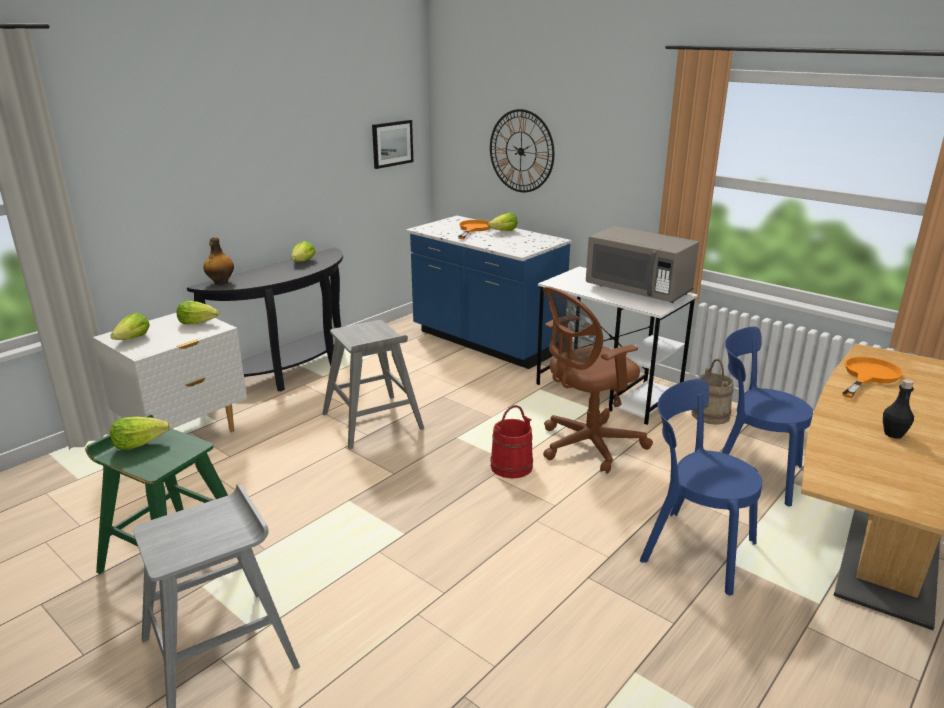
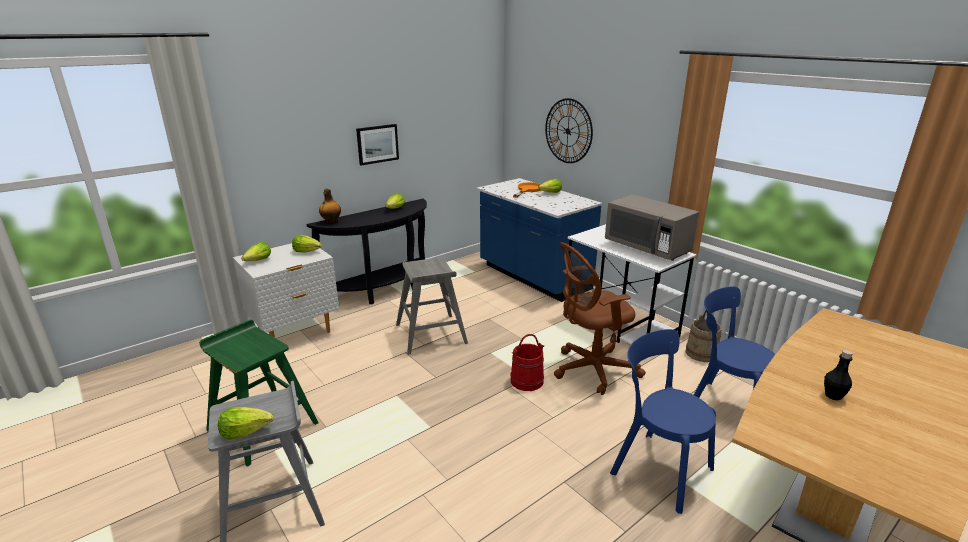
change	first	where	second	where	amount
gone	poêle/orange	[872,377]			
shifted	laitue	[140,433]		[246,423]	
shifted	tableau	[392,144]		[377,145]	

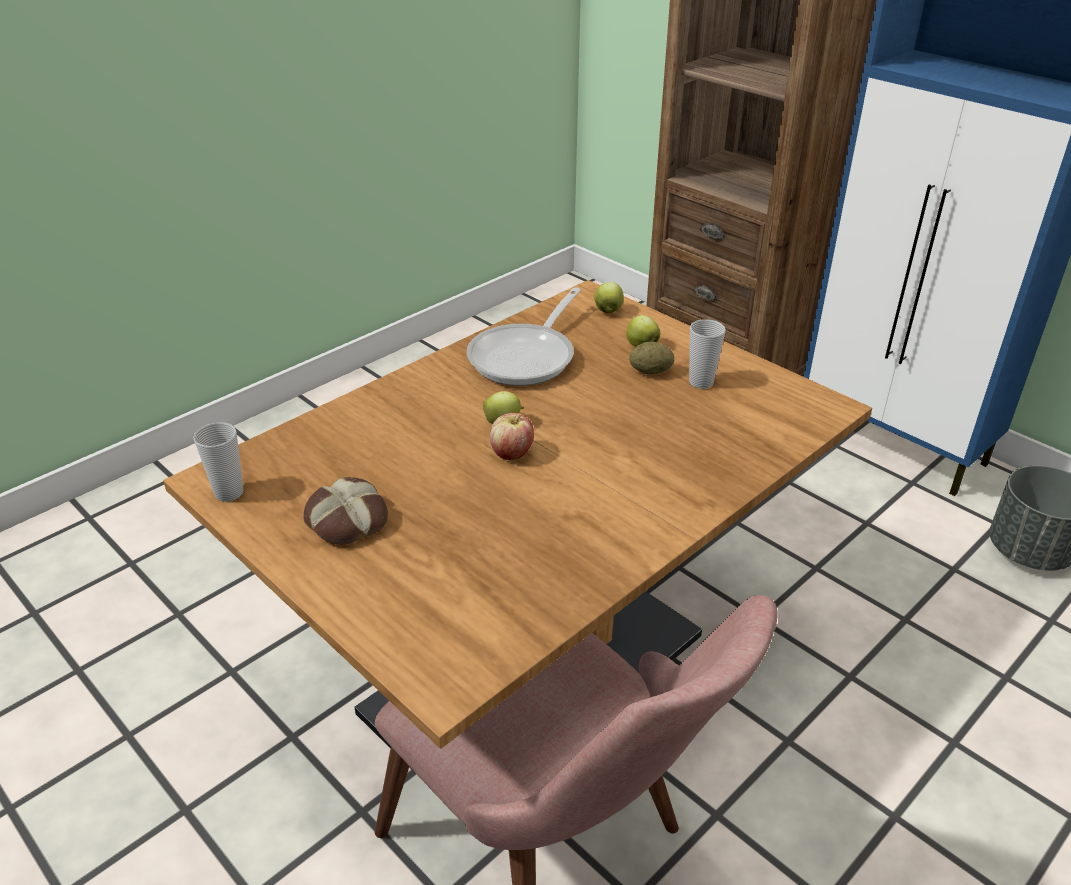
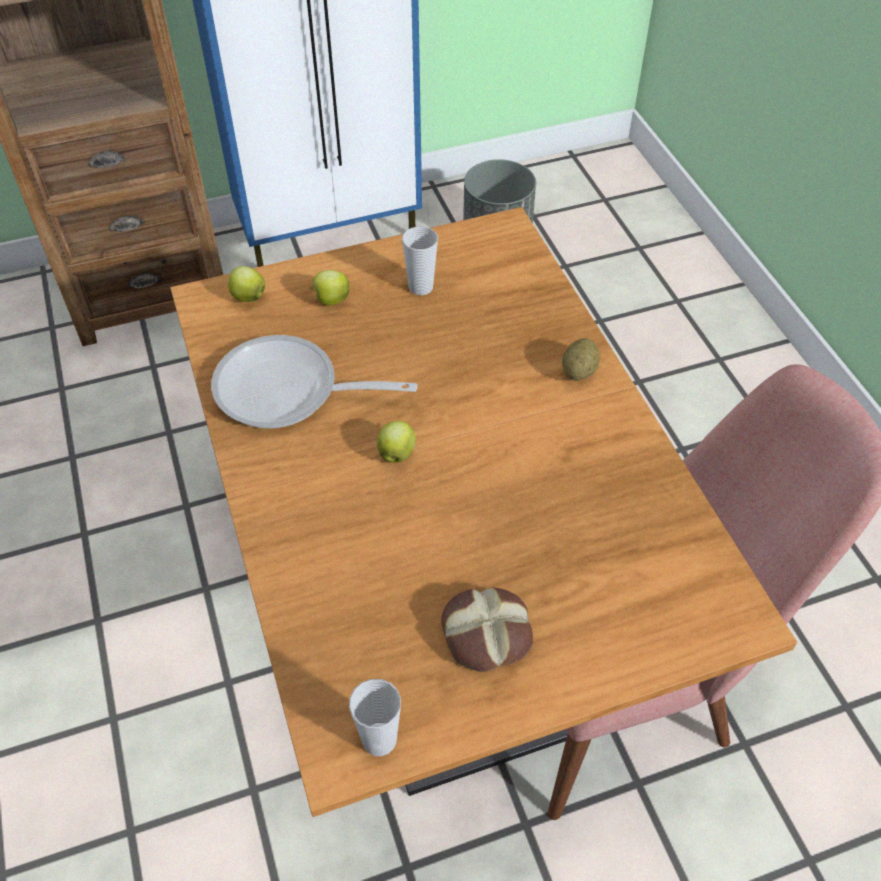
change	first	where	second	where	amount
gone	pomme	[512,436]			
shifted	pomme de terre	[651,358]		[581,359]	
rotated	poêle	[524,337]		[314,382]	135 degrees clockwise

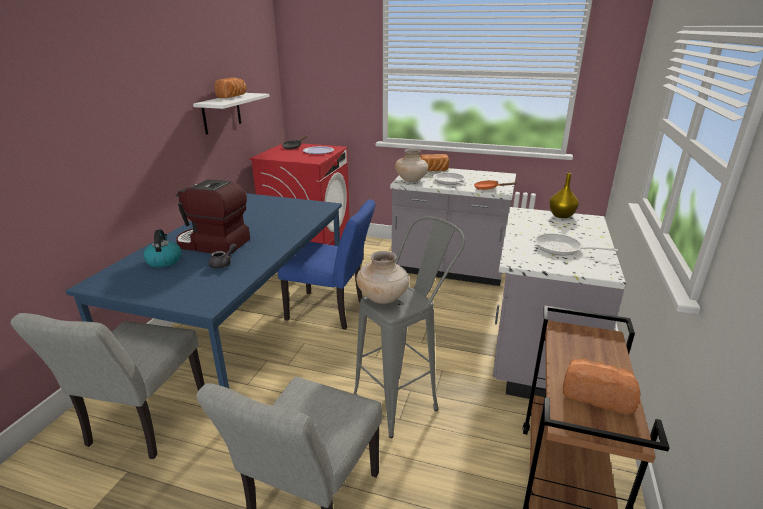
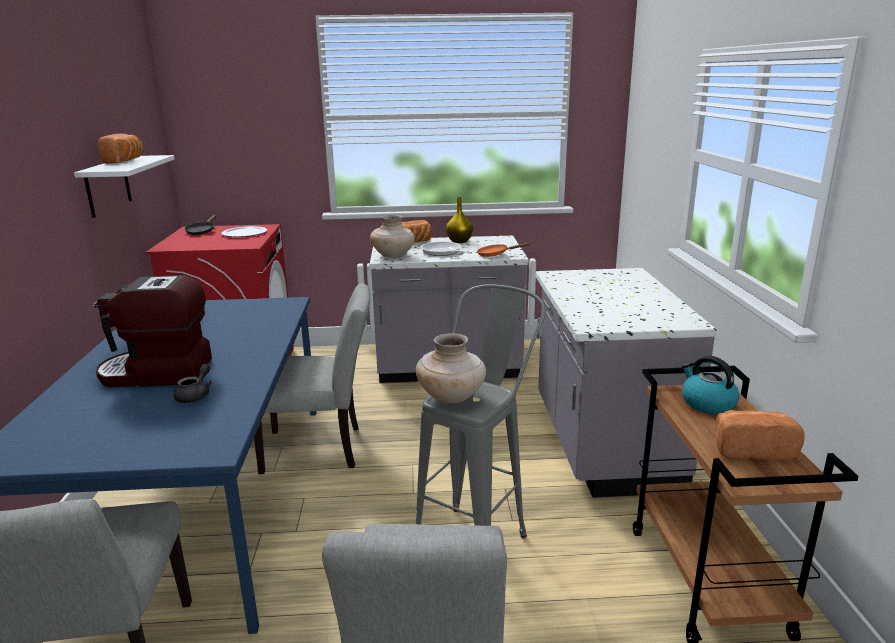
change	first	where	second	where	amount
gone	poêle	[576,244]			
shifted	bouilloire	[162,248]		[711,385]	
shifted	vase/jaune	[564,195]		[459,220]	
repainted	chaise/bleu	[326,265]	chaise/gris	[312,379]	

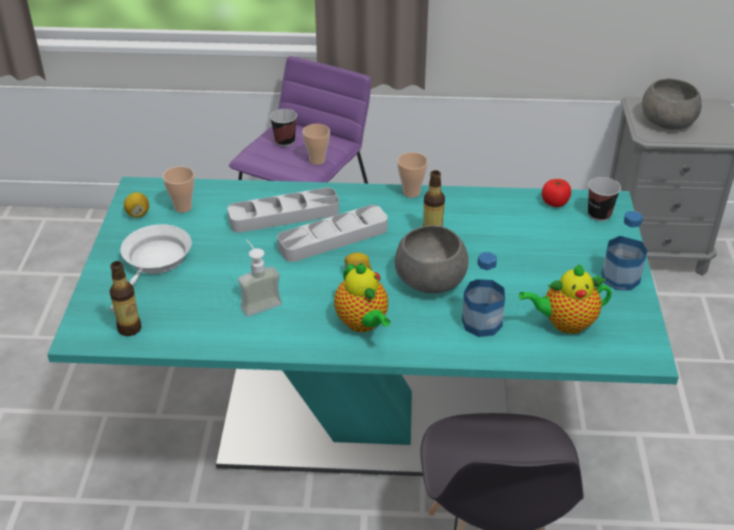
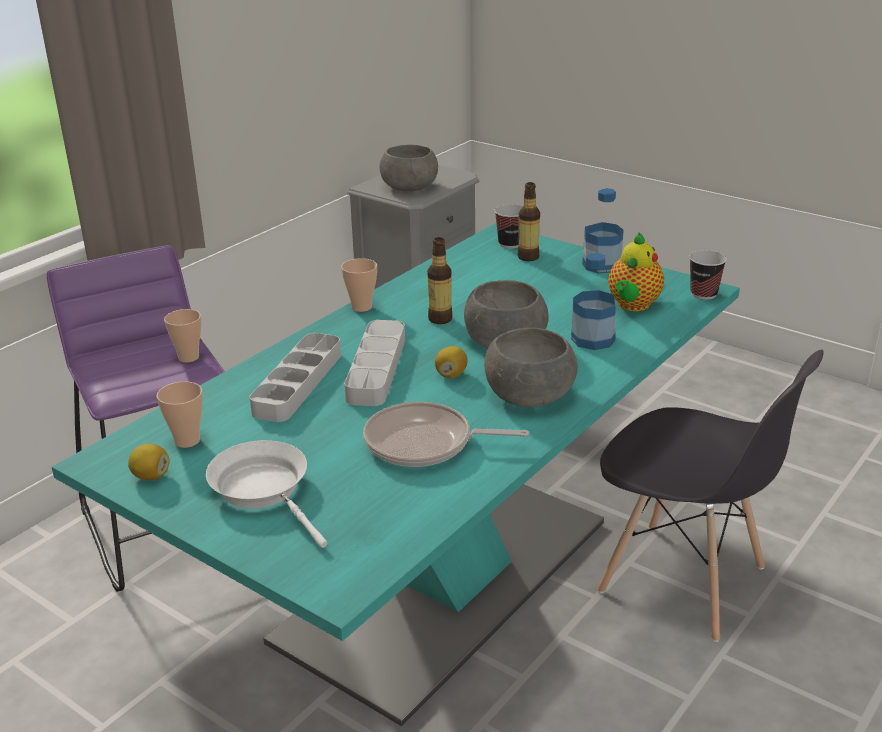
change	first	where	second	where	amount
gone	tomate	[556,193]			
shifted	bouteille	[125,298]		[529,221]	
shifted	tasse	[283,128]		[708,275]	
swapped	distributeur de savon	[260,278]	poêle	[446,434]	
swapped	théière	[362,297]	bol/gris	[531,367]	

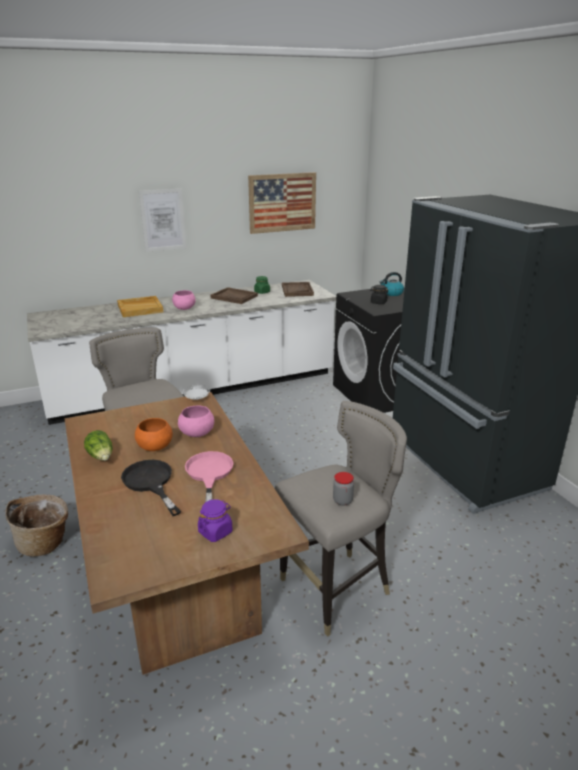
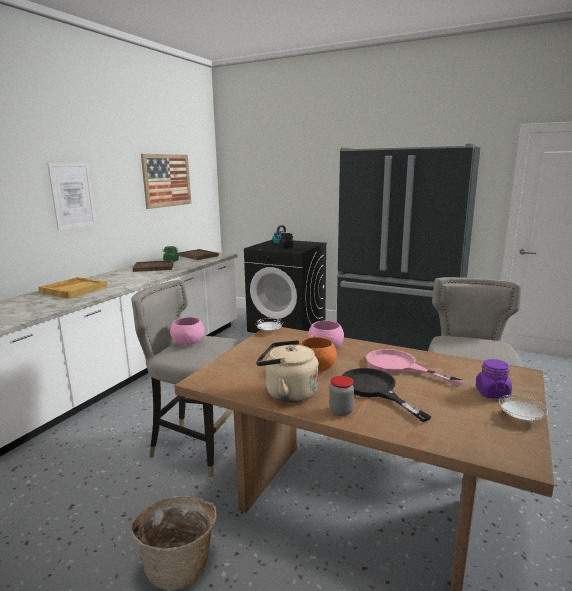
change	first	where	second	where	amount
new			assiette/blanc	[523,408]	
shifted	bol/rose	[184,300]		[187,331]	
shifted	bocal	[343,489]		[341,396]	
swapped	laitue	[98,445]	bouilloire/beige	[287,371]	
rotated	poêle/noir	[151,488]		[387,395]	45 degrees clockwise

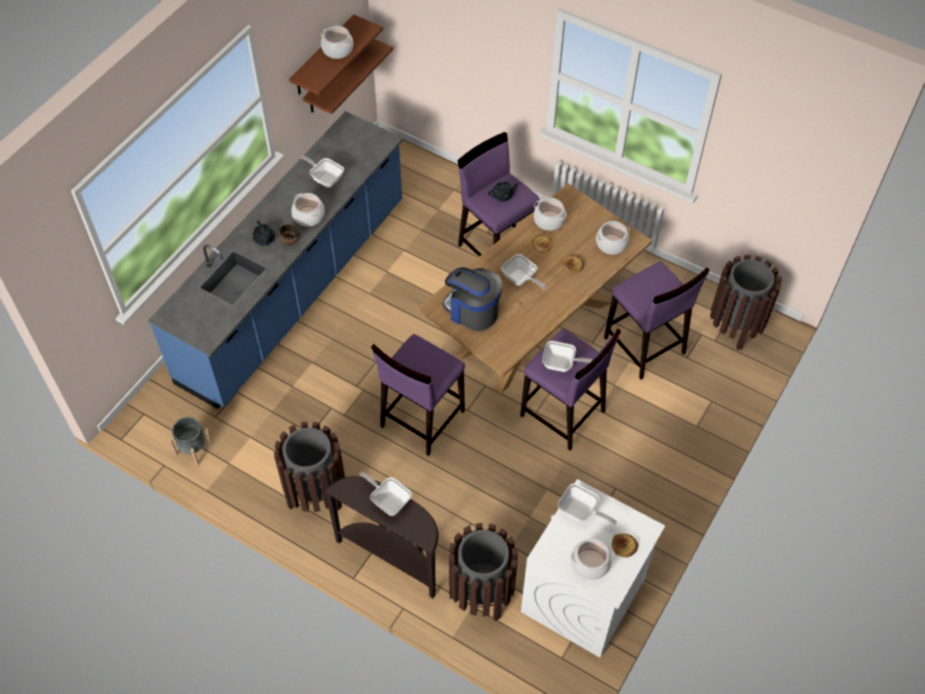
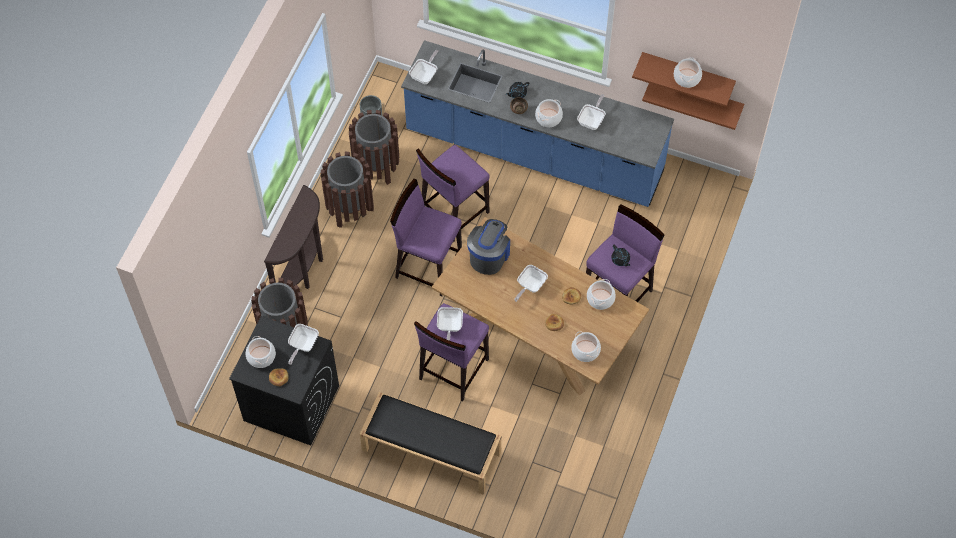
change	first	where	second	where	amount
new			banc/noir	[431,443]	
shifted	poêle	[385,493]		[424,67]	
shifted	tabouret/violet	[657,321]		[453,193]	
shifted	poubelle/marron	[746,302]		[374,147]	
repainted	lave-linge/blanc	[593,568]	lave-linge/noir	[284,380]	

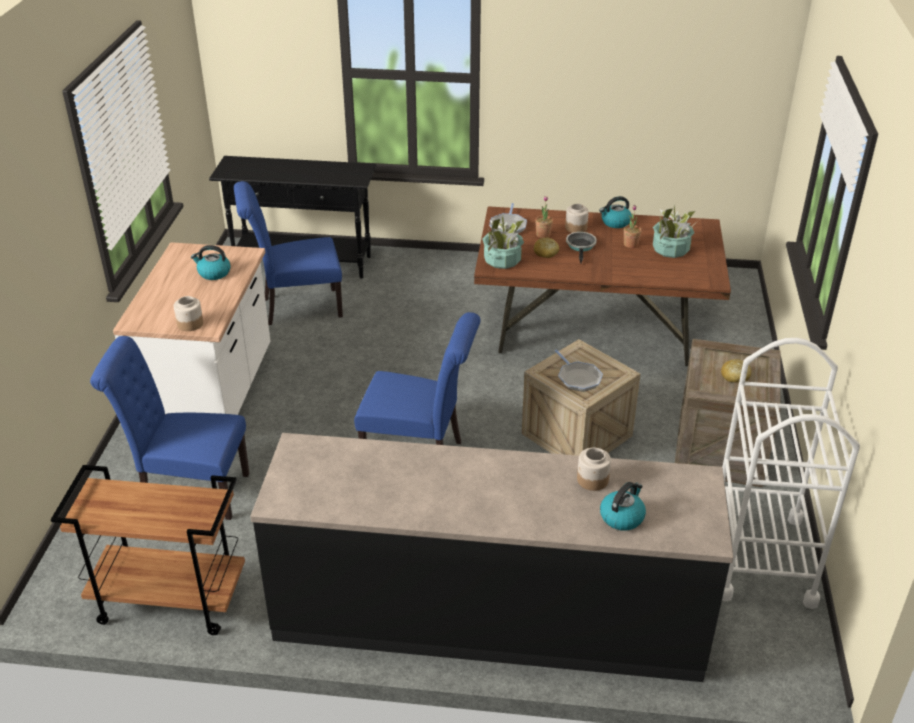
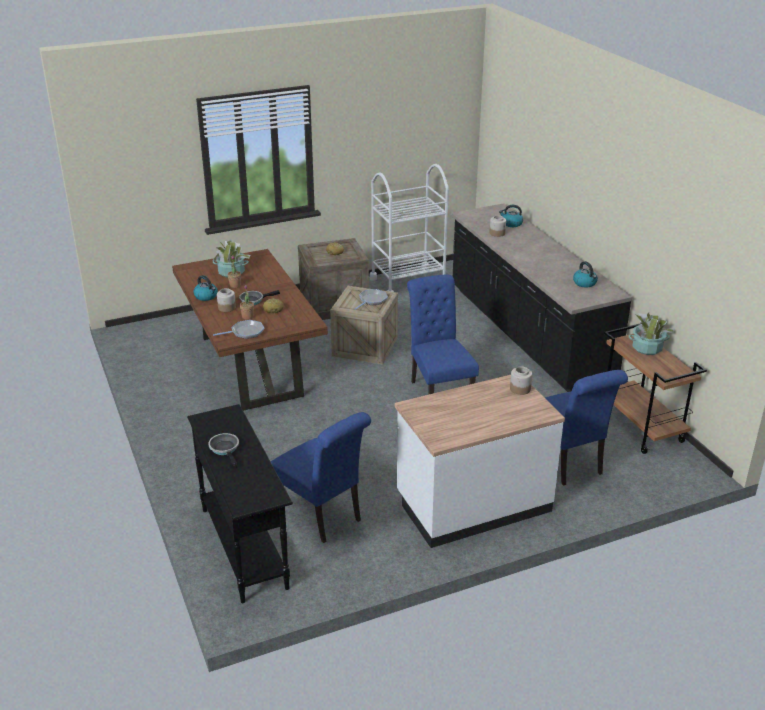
change	first	where	second	where	amount
new			poêle	[223,450]	
shifted	bouilloire	[211,262]		[585,274]	
shifted	plante en pot	[503,242]		[651,334]	

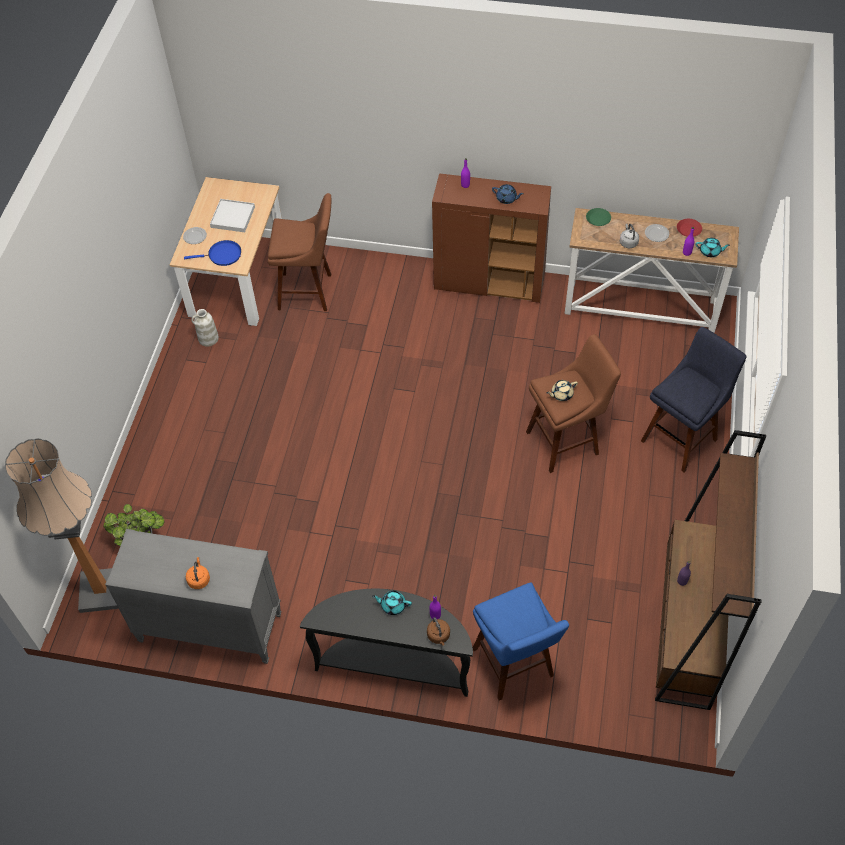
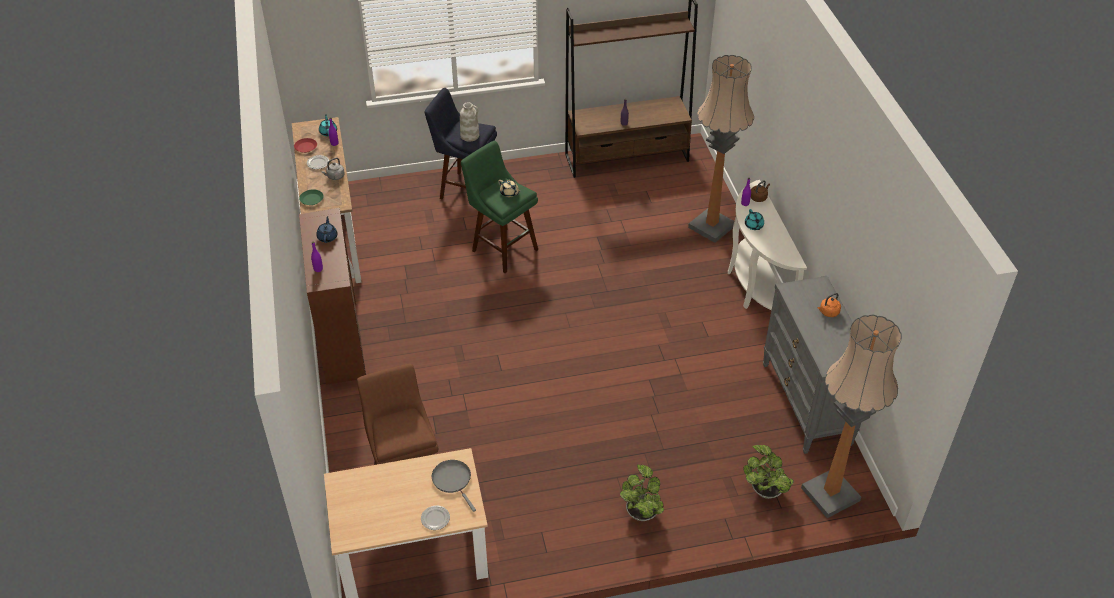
change	first	where	second	where	amount
gone	plateau/blanc	[232,215]			
new			plante en pot	[642,493]	
shifted	vase/blanc	[205,327]		[469,121]	
swapped	tabouret/bleu	[521,642]	lampadaire	[721,149]	
repainted	poêle/bleu	[212,253]	poêle/gris	[454,486]	
repainted	table console/noir	[386,643]	table console/blanc	[767,245]	
repainted	tabouret/marron	[573,403]	tabouret/vert	[499,207]	

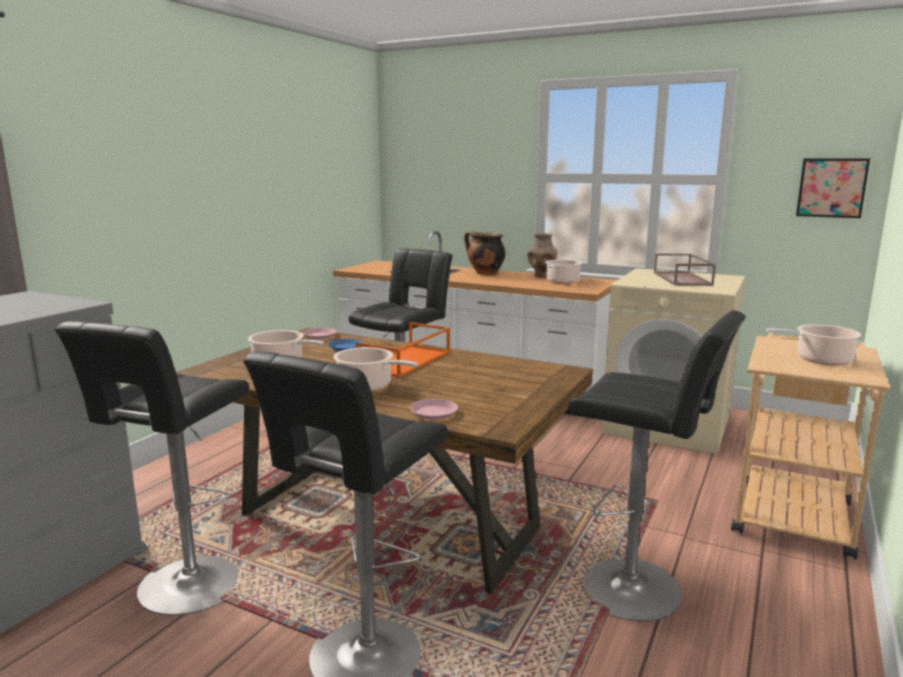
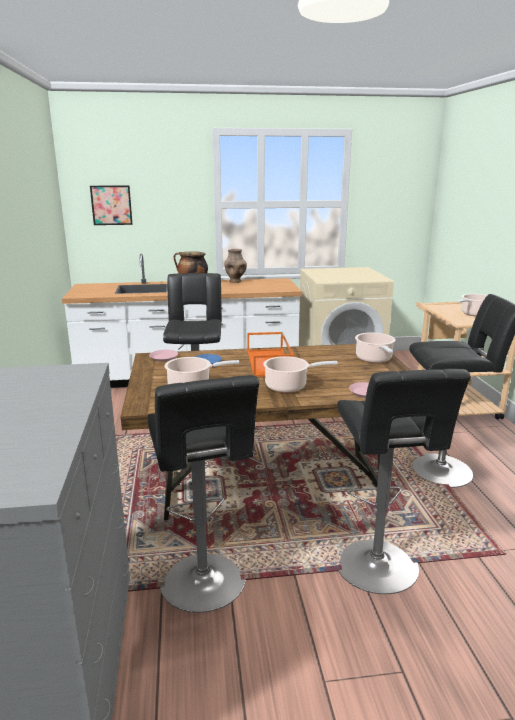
change	first	where	second	where	amount
gone	plateau/marron	[685,270]			
shifted	marmite	[563,272]		[375,348]	
shifted	tableau	[833,188]		[111,205]	

